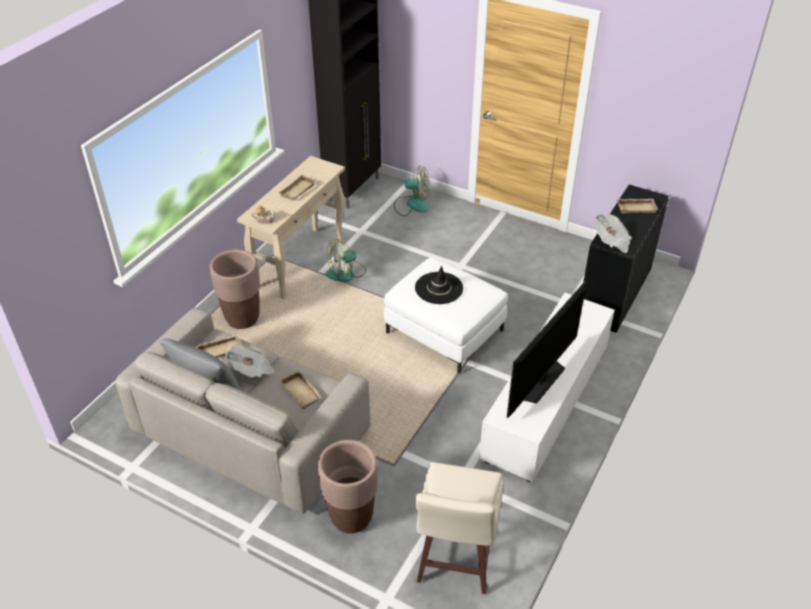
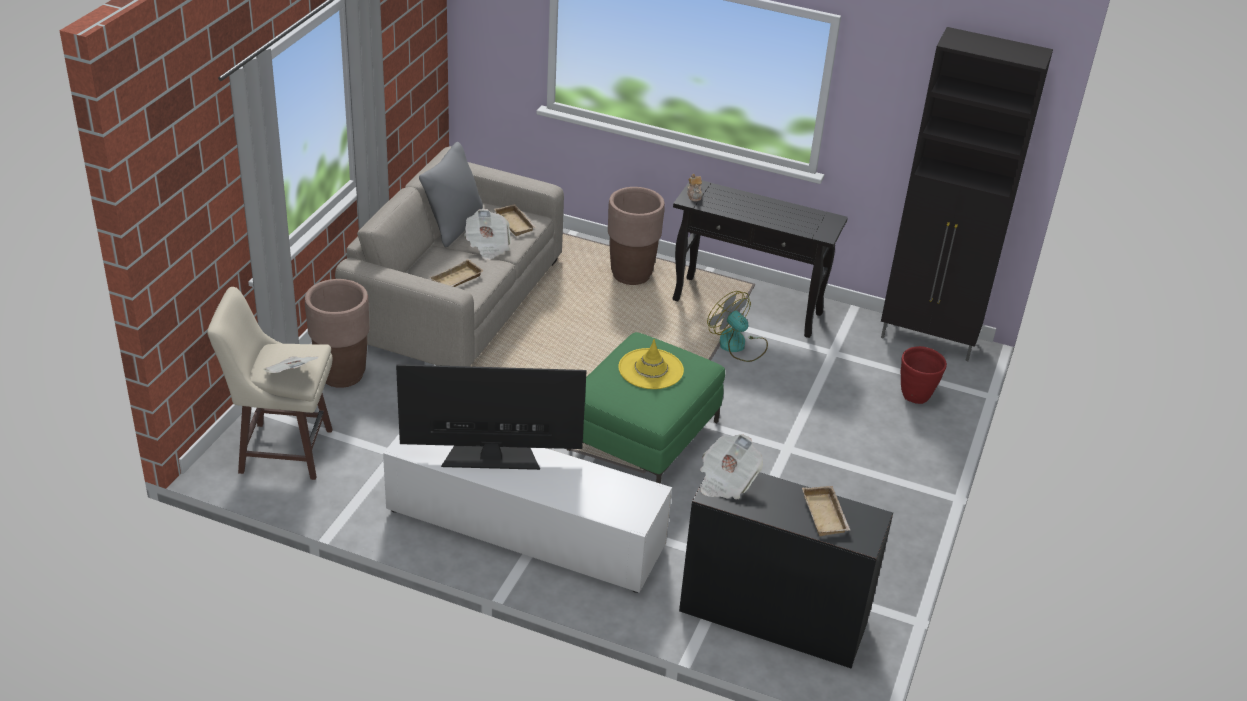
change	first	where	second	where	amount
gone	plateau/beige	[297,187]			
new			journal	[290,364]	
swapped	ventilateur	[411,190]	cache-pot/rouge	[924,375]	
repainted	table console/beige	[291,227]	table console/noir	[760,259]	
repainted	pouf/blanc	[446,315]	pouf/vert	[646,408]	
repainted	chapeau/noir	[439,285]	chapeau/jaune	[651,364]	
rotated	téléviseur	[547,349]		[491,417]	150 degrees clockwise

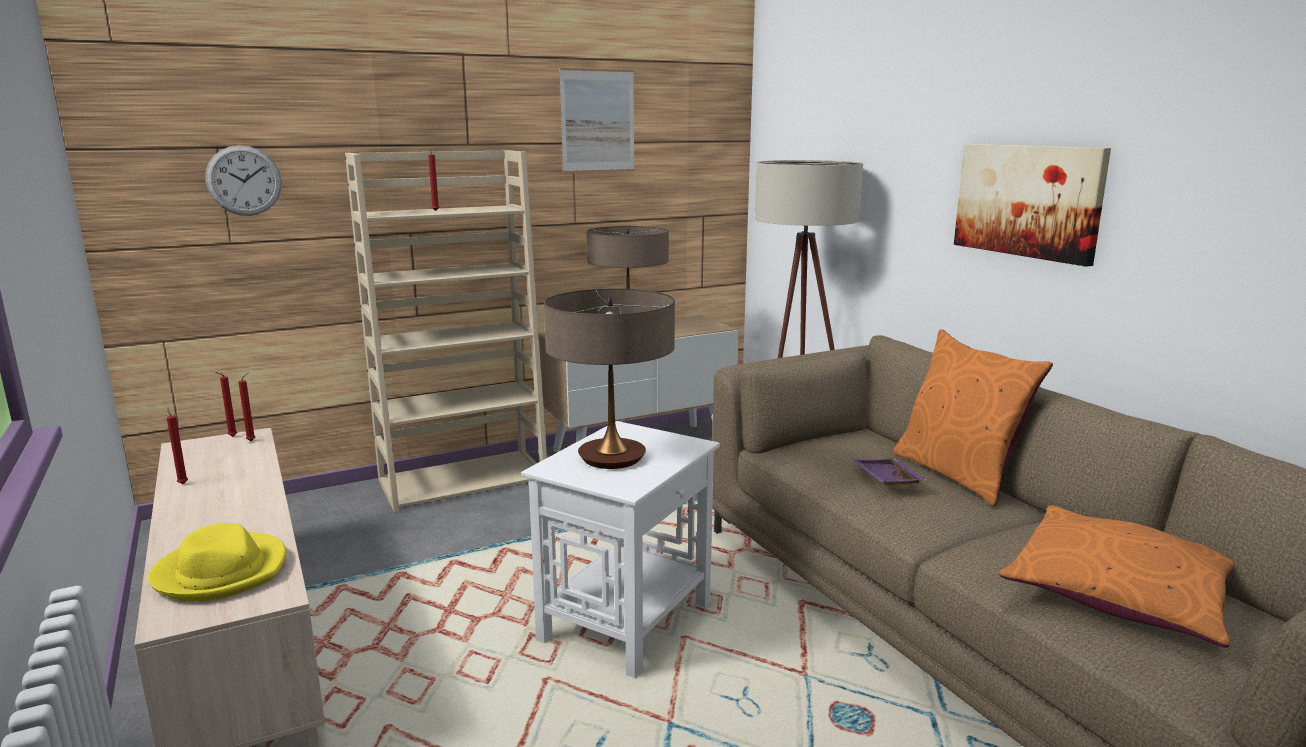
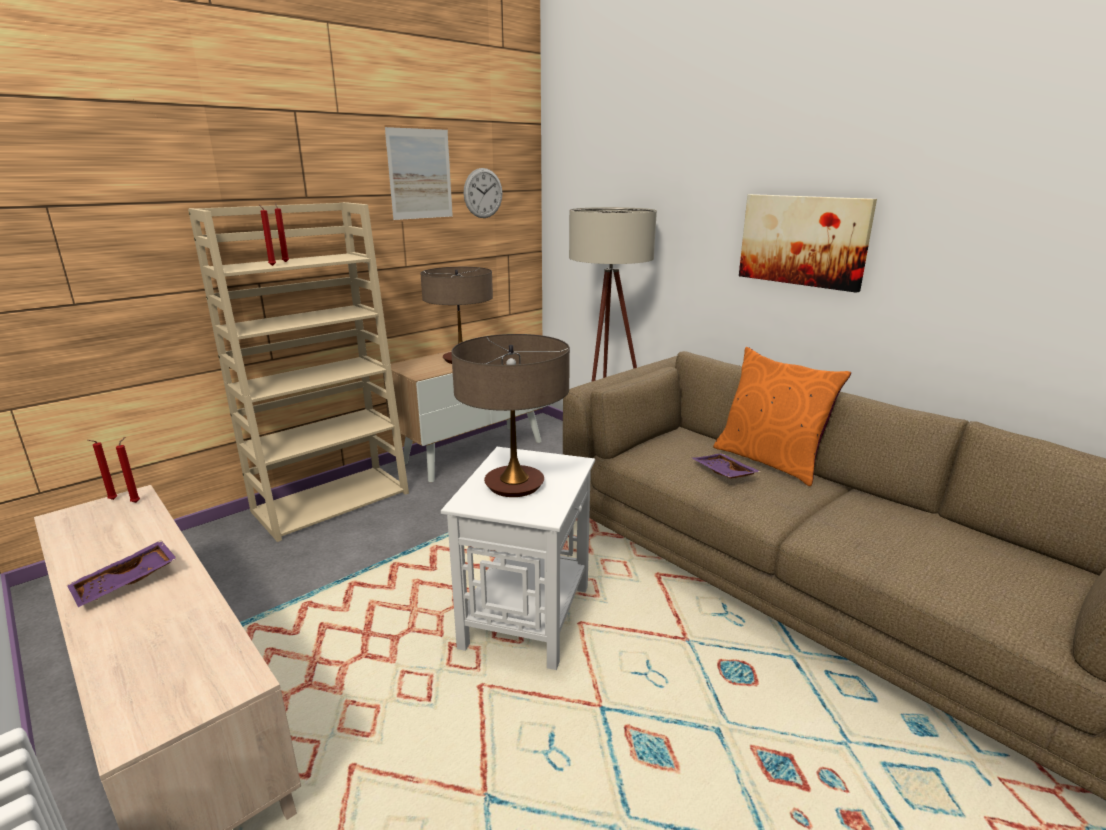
change	first	where	second	where	amount
gone	chapeau/jaune	[217,562]			
gone	coussin/orange	[1116,576]			
new			plateau/violet	[122,573]	
shifted	bougie/rouge	[177,445]		[267,235]	
shifted	horloge murale	[243,180]		[483,193]	

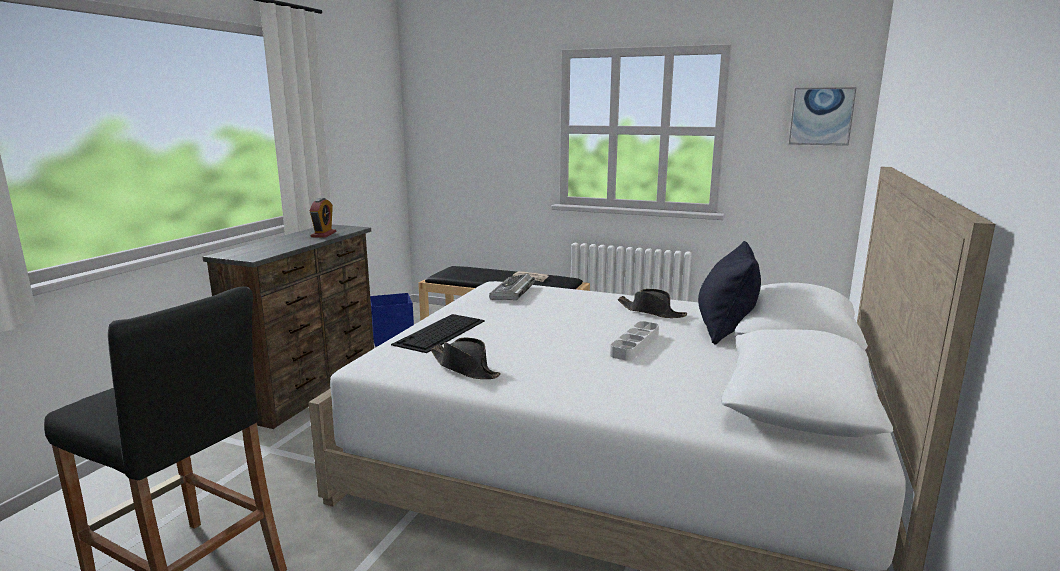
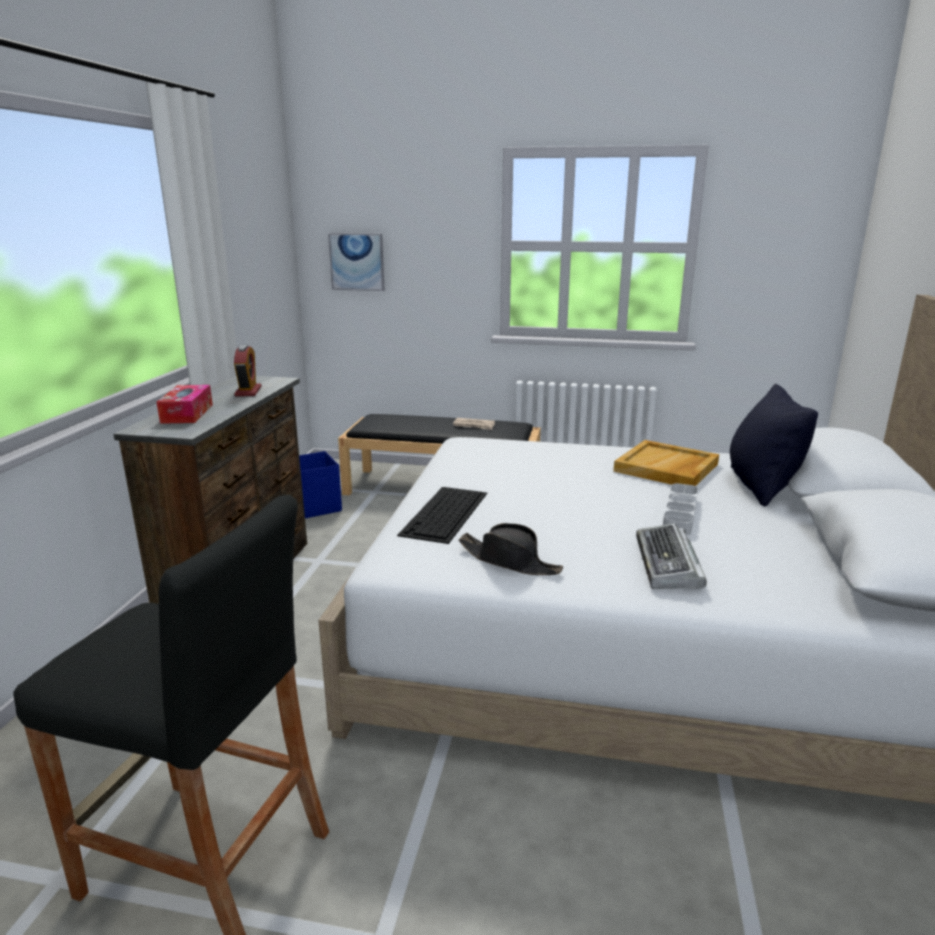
change	first	where	second	where	amount
new			boîte à mouchoirs	[184,404]	
shifted	clavier	[512,287]		[671,556]	
shifted	tableau	[823,116]		[356,262]	
swapped	chapeau/noir	[652,303]	plateau/beige	[666,463]	

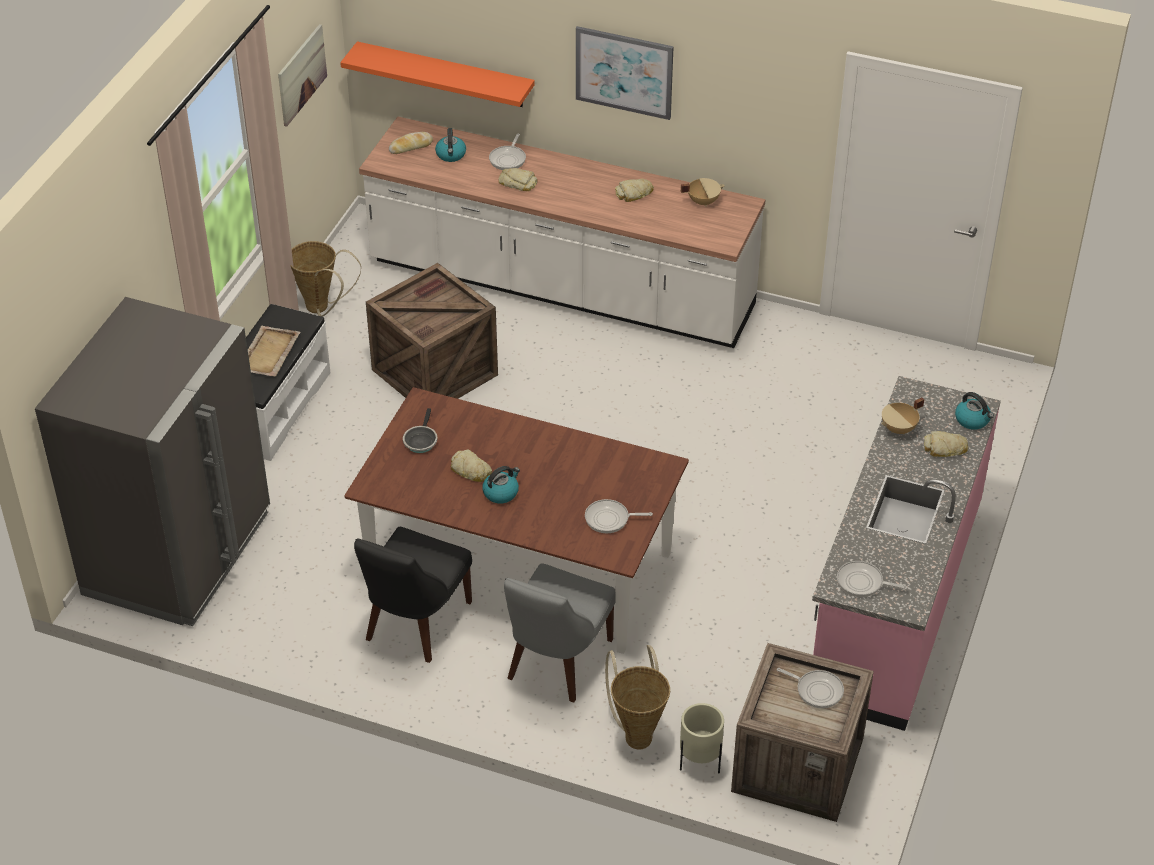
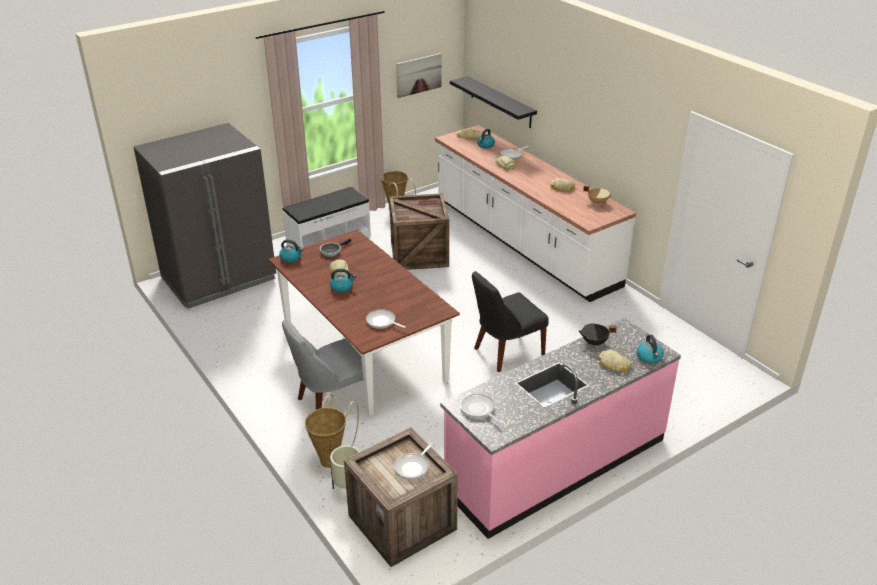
change	first	where	second	where	amount
gone	plateau/beige	[274,351]			
gone	tableau	[625,73]			
new			bouilloire	[291,251]	
shifted	chaise/noir	[413,595]		[510,321]	
repainted	étagère/orange	[437,74]	étagère/noir	[493,102]	
repainted	marmite/beige	[902,416]	marmite/noir	[597,335]	
rotated	poêle	[810,688]		[413,462]	60 degrees clockwise

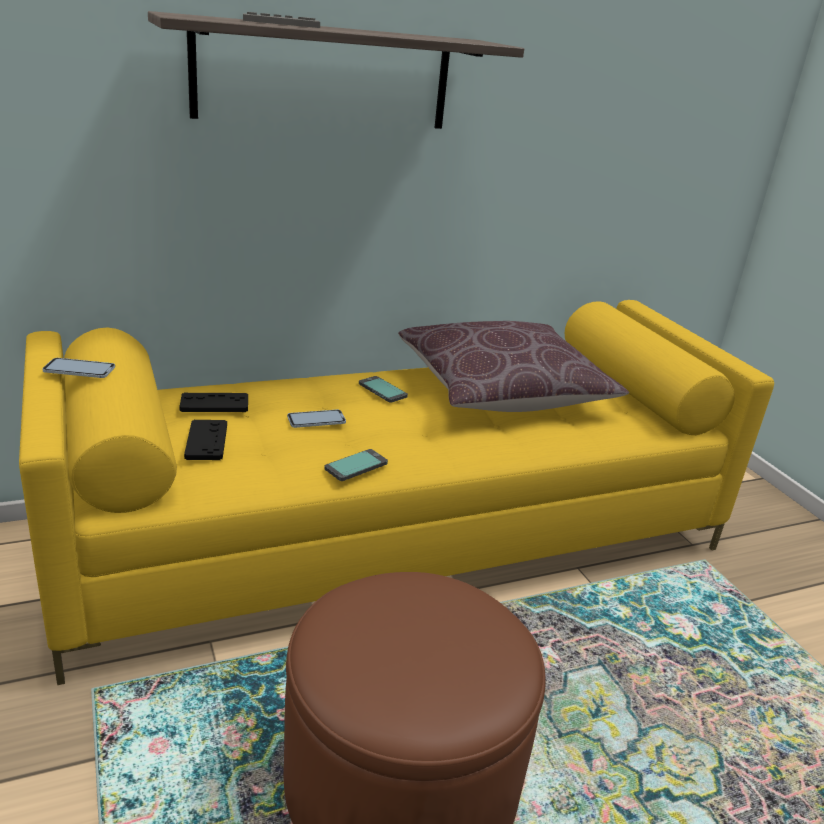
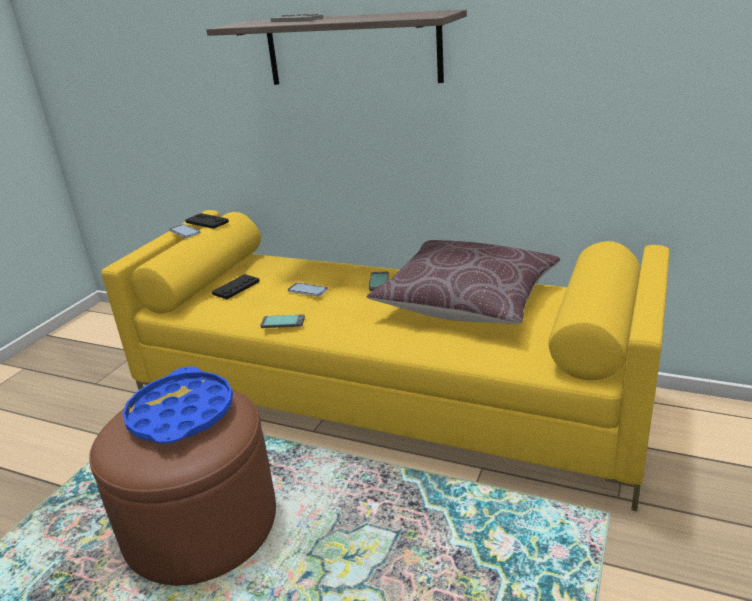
change	first	where	second	where	amount
new			plateau/bleu	[177,405]	
shifted	manette/noir	[213,402]		[207,221]	

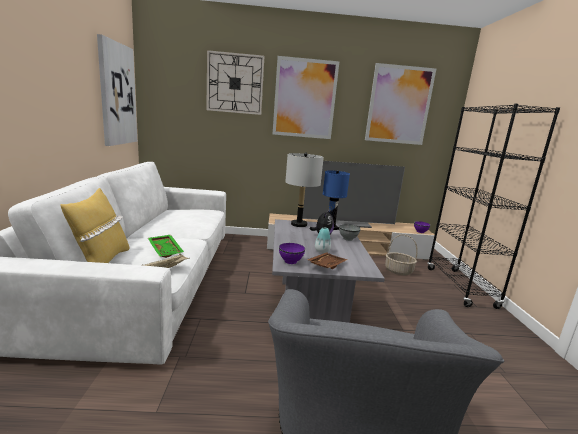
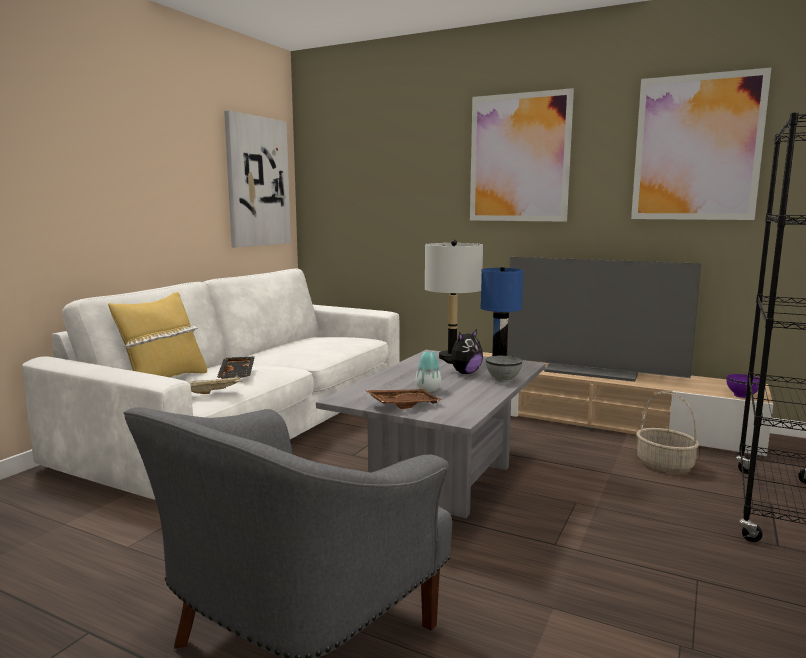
change	first	where	second	where	amount
gone	horloge murale	[235,82]			
gone	bol/violet	[292,253]			
repainted	plateau/vert	[166,246]	plateau/noir	[236,367]	

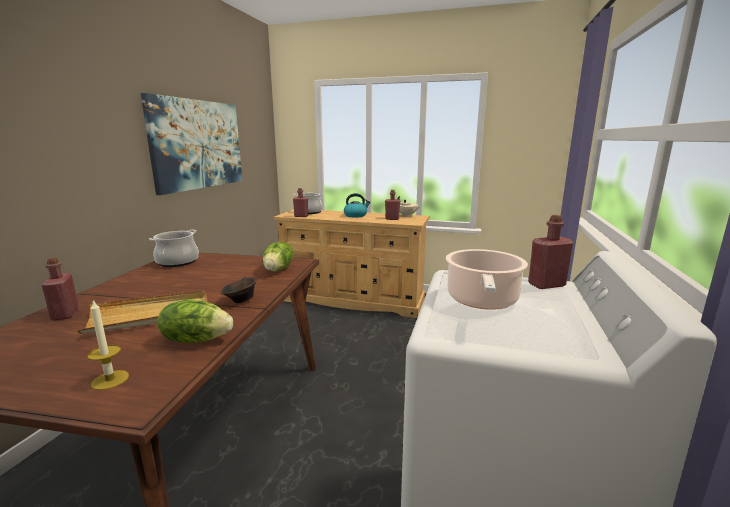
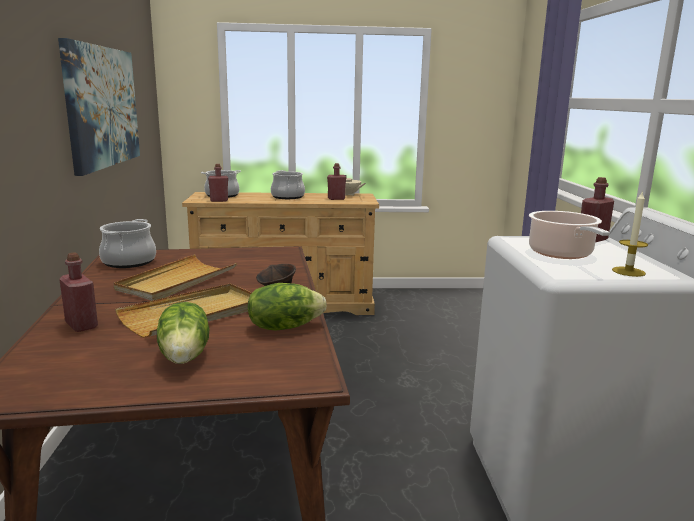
change	first	where	second	where	amount
new			plateau/beige	[175,277]	
shifted	bougie	[108,345]		[630,233]	
shifted	laitue	[278,257]		[183,333]	
swapped	bouilloire	[357,205]	marmite	[288,184]	

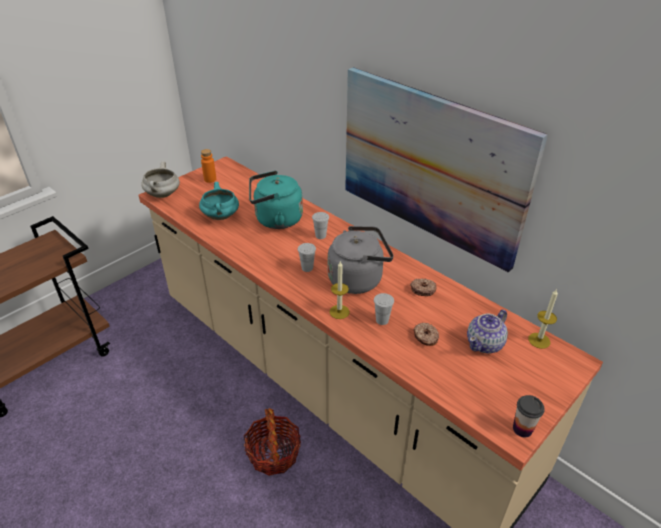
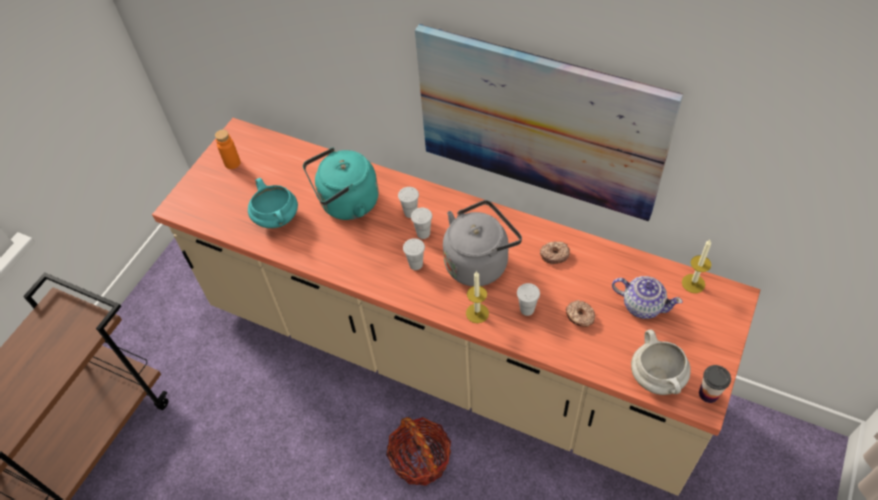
change	first	where	second	where	amount
new			tasse/blanc	[421,223]	
shifted	marmite/blanc	[160,179]		[661,362]	
rotated	théière	[487,331]		[647,297]	90 degrees counterclockwise

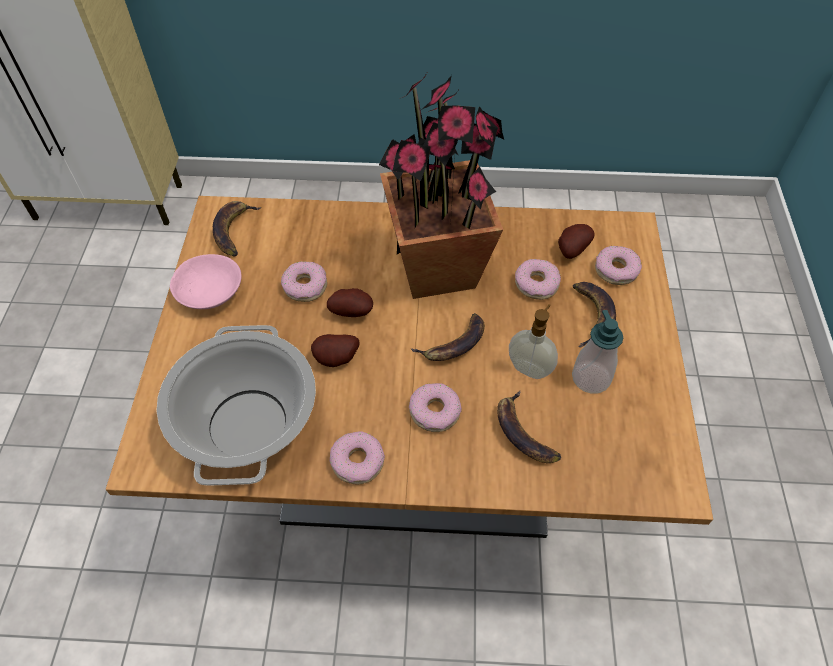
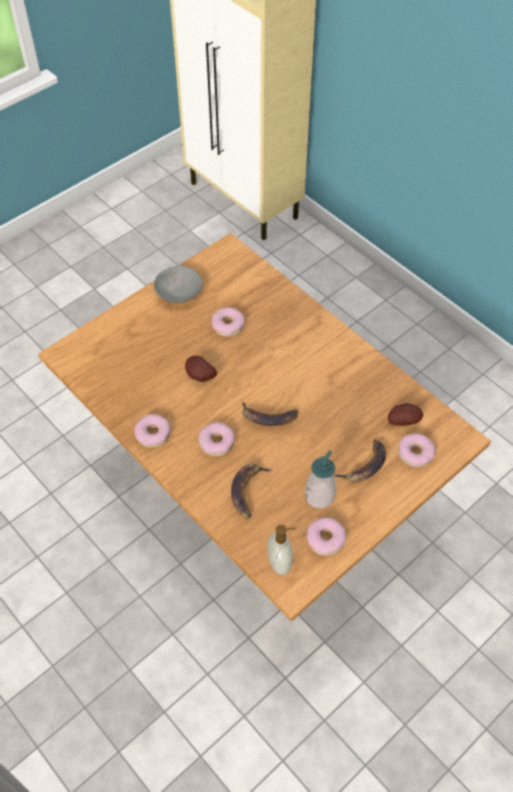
change	first	where	second	where	amount
gone	marmite	[236,405]			
gone	banane	[237,229]			
gone	pomme de terre	[350,302]			
gone	plante en pot	[441,185]			
shifted	distributeur de savon	[533,341]		[282,550]	
shifted	beignet	[538,279]		[326,537]	
repainted	bol/rose	[206,281]	bol/gris	[178,284]	

